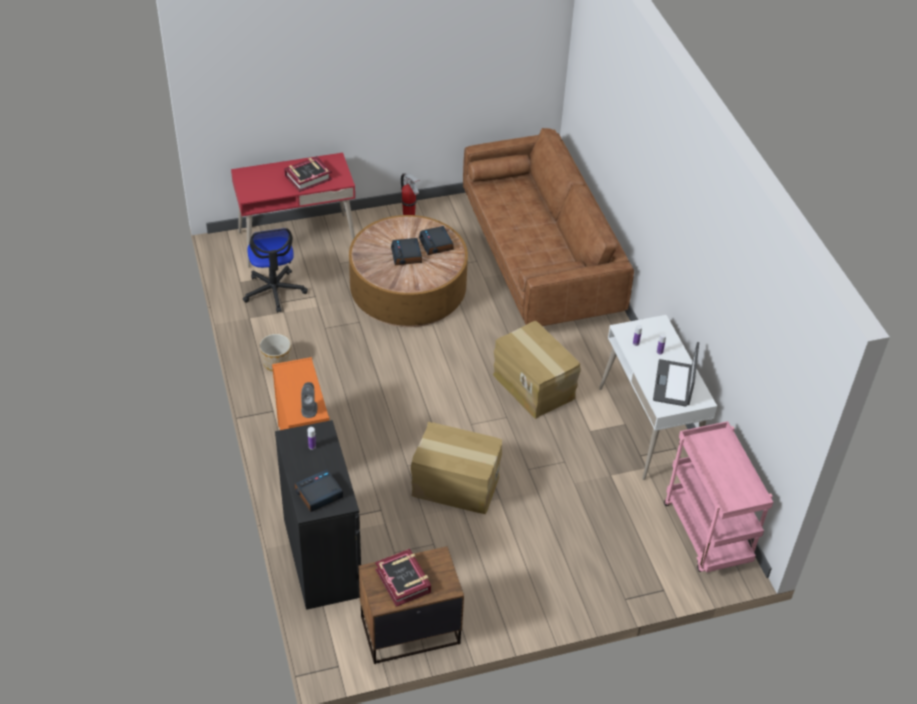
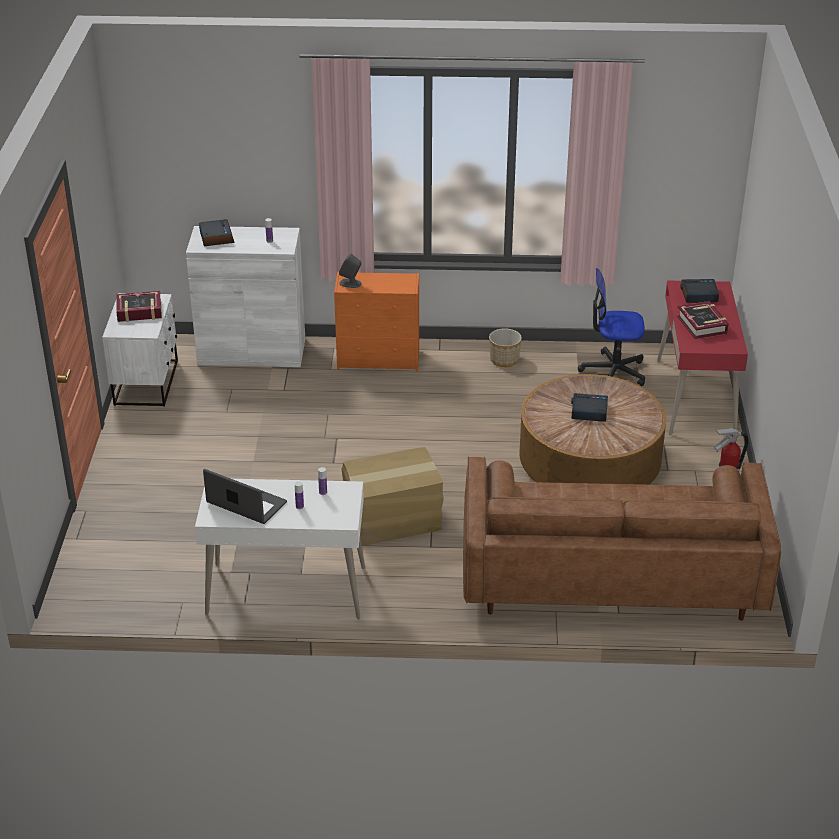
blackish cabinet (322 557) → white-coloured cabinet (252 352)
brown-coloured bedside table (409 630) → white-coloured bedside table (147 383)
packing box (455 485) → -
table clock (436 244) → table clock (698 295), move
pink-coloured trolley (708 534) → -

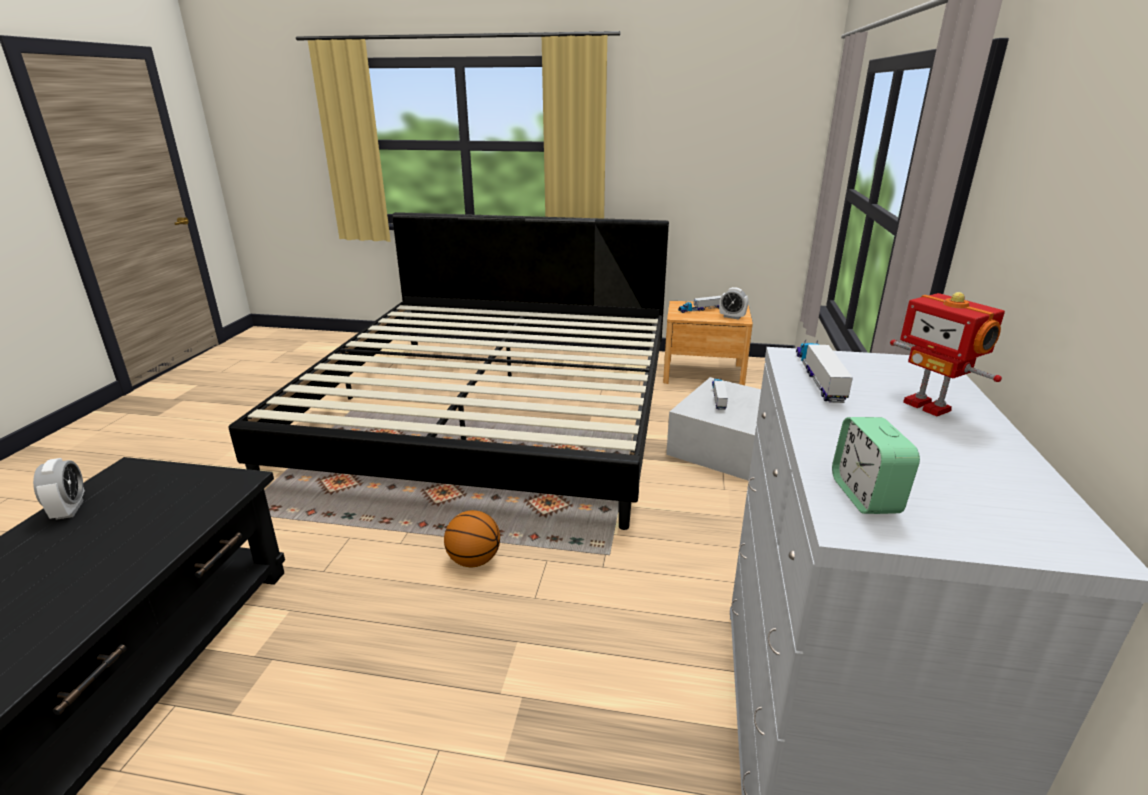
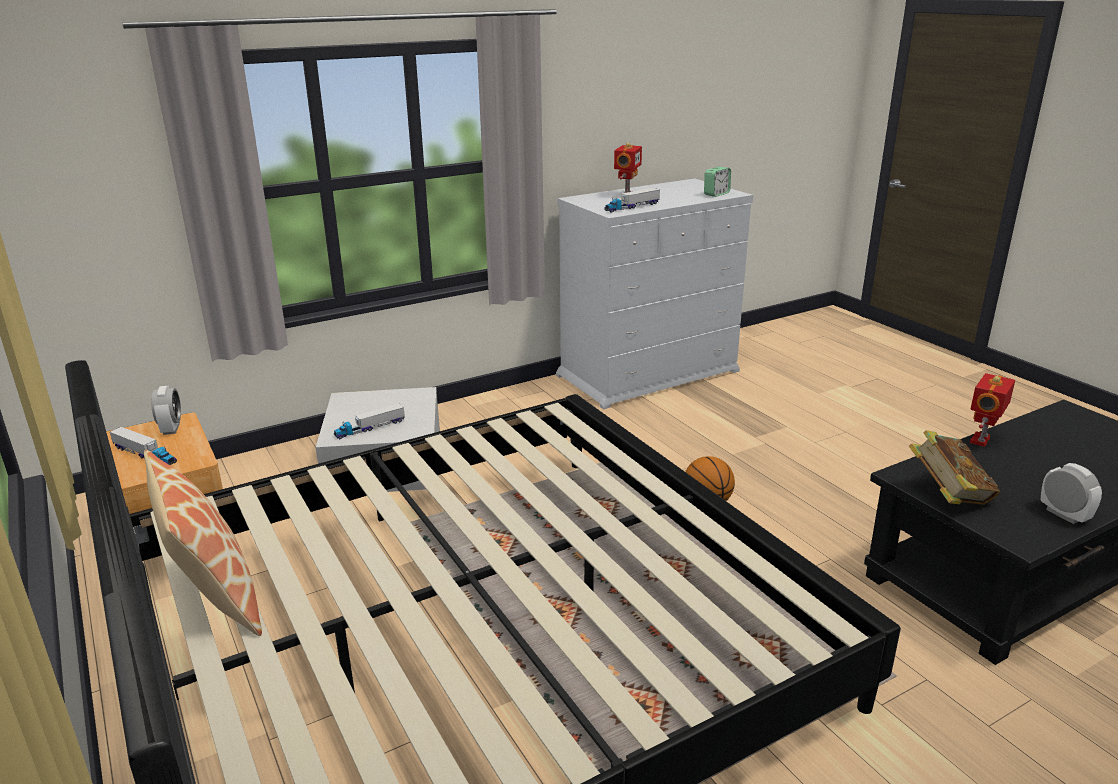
table clock (69 510) → table clock (1064 515), 120 degrees clockwise
- → cushion (214 598)
- → volume (948 495)
- → toy robot (981 440)

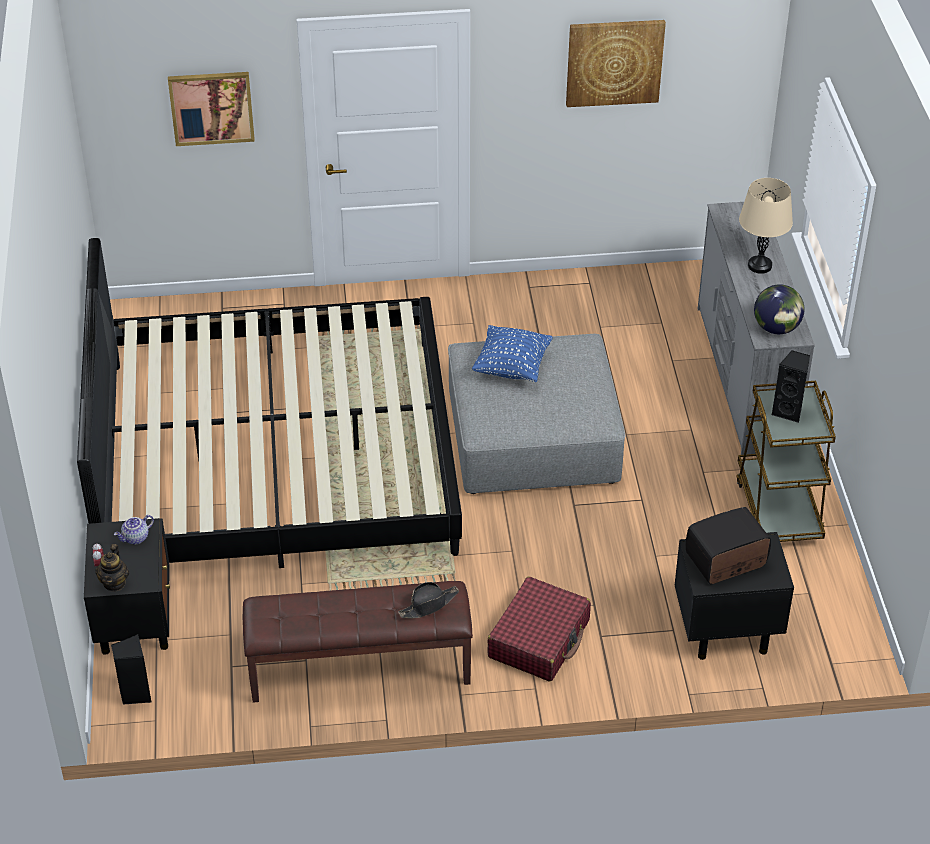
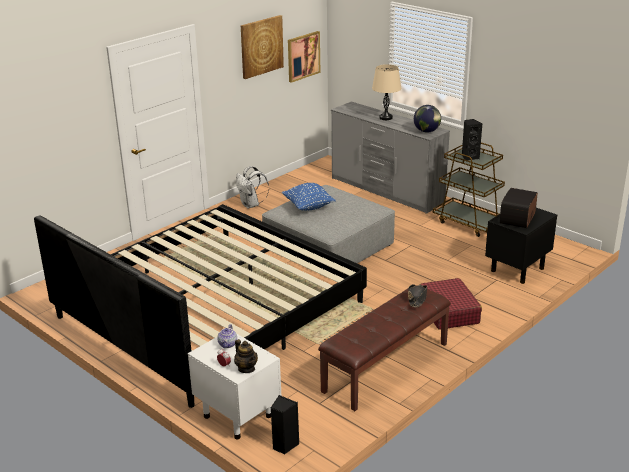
blackish bedside table (135 624) → white-coloured bedside table (237 416)
wall picture (211 107) → wall picture (303 56), move
- → white-coloured backpack (251 205)

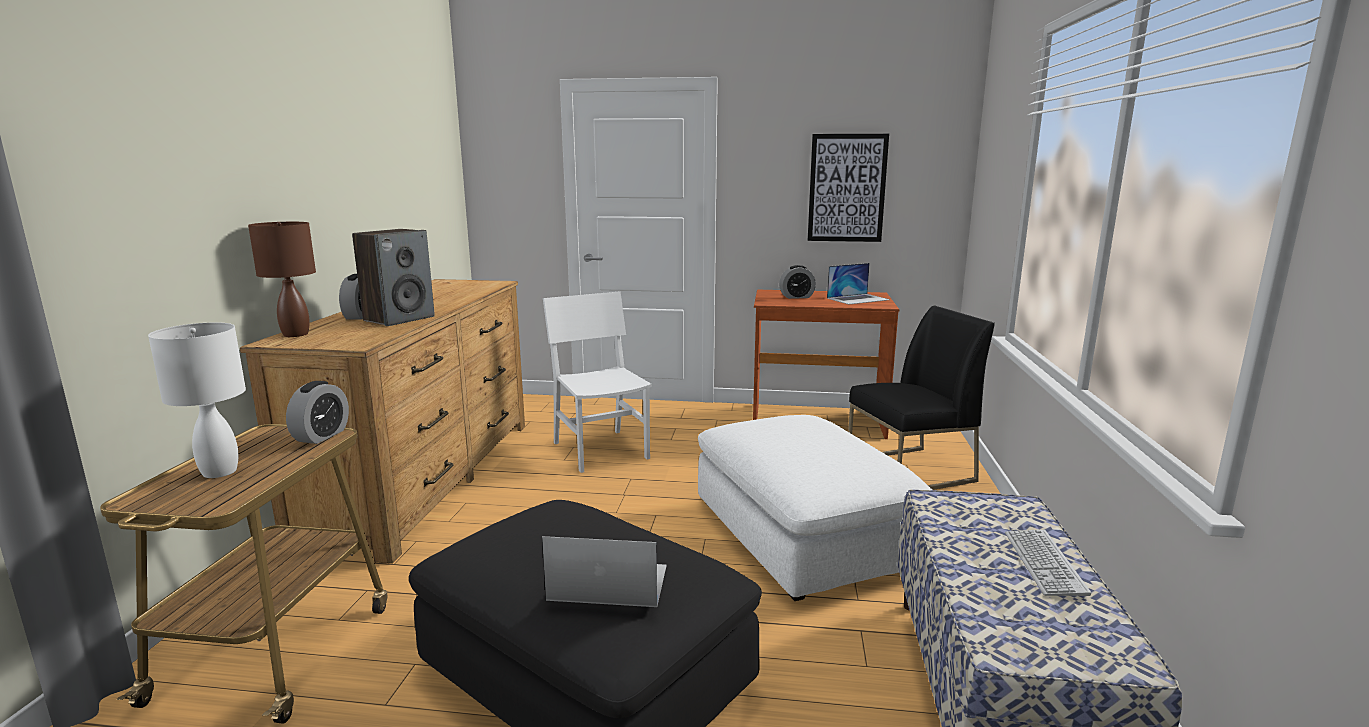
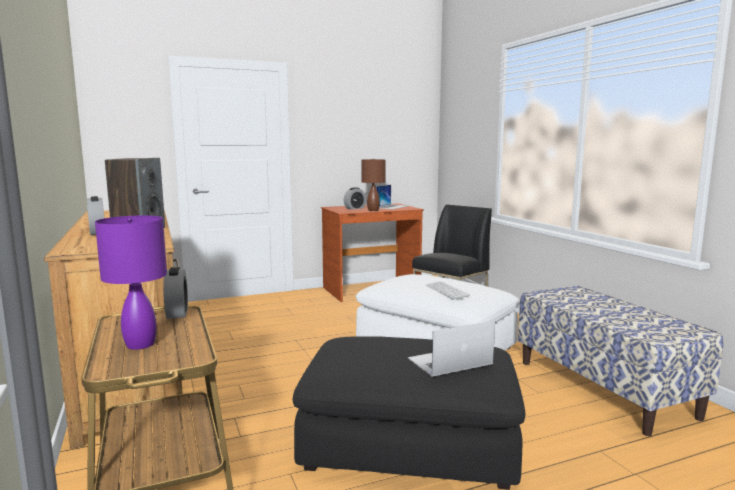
white-coloured table lamp (221 472) → purplish table lamp (141 344)
brown-coloured table lamp (296 334) → brown-coloured table lamp (373 210), move
white-coloured upright chair (601 450) → -
wall picture (847 188) → -
PC keyboard (1044 563) → PC keyboard (447 291), move

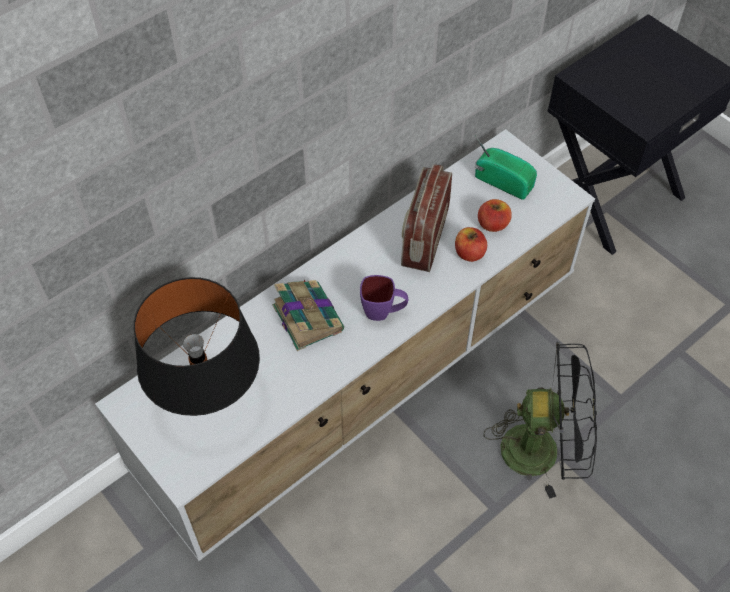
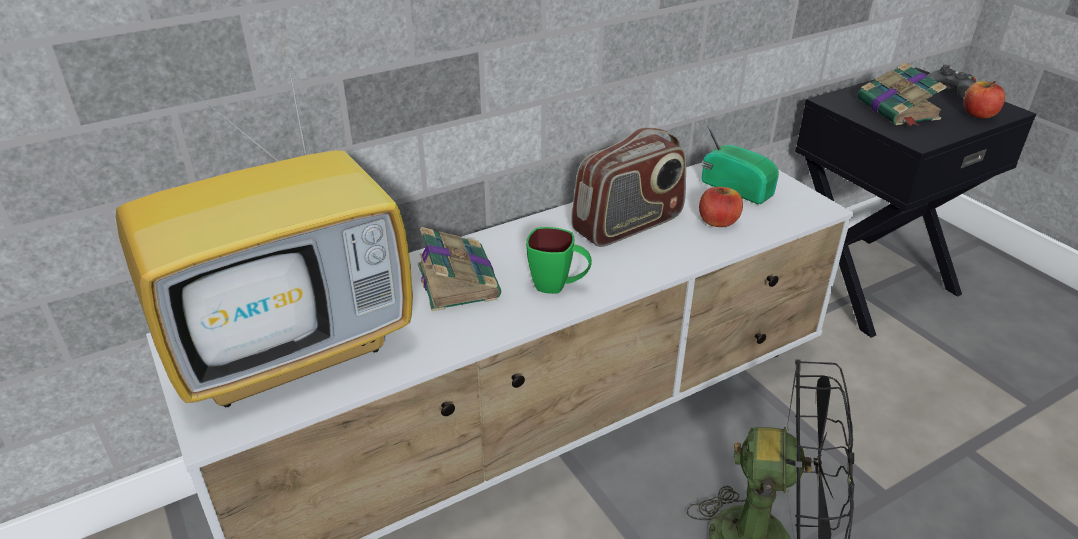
blackish table lamp (209 400) → TV (294 347)
purplish coffee mug (383 312) → green coffee mug (558 286)
radio set (424 237) → radio set (628 225), 150 degrees counterclockwise
whole apple (469 253) → whole apple (978 114), move
- → volume (898 110)
- → blackish joypad (948 90)

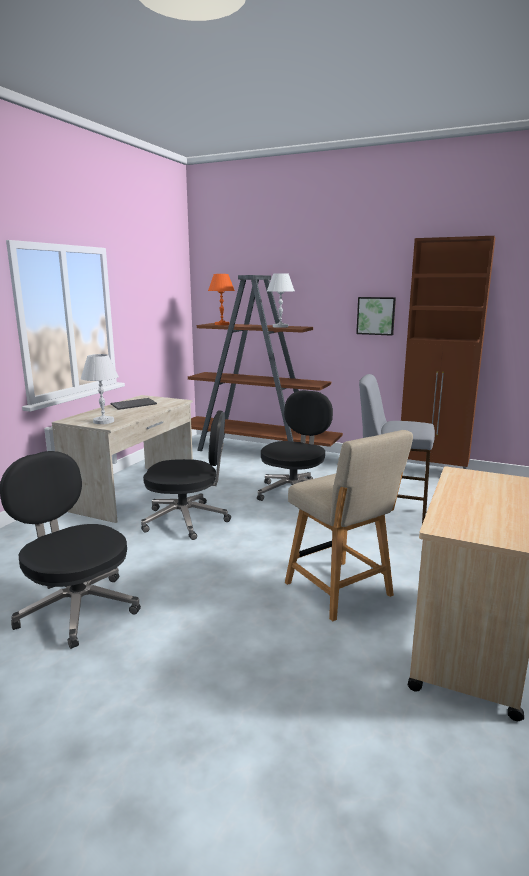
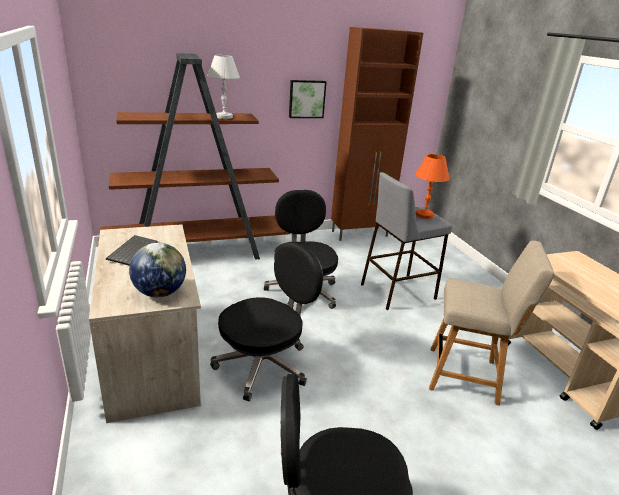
white-coloured table lamp (104 421) → globe (160 293)
orange-coloured table lamp (221 324) → orange-coloured table lamp (424 215), move

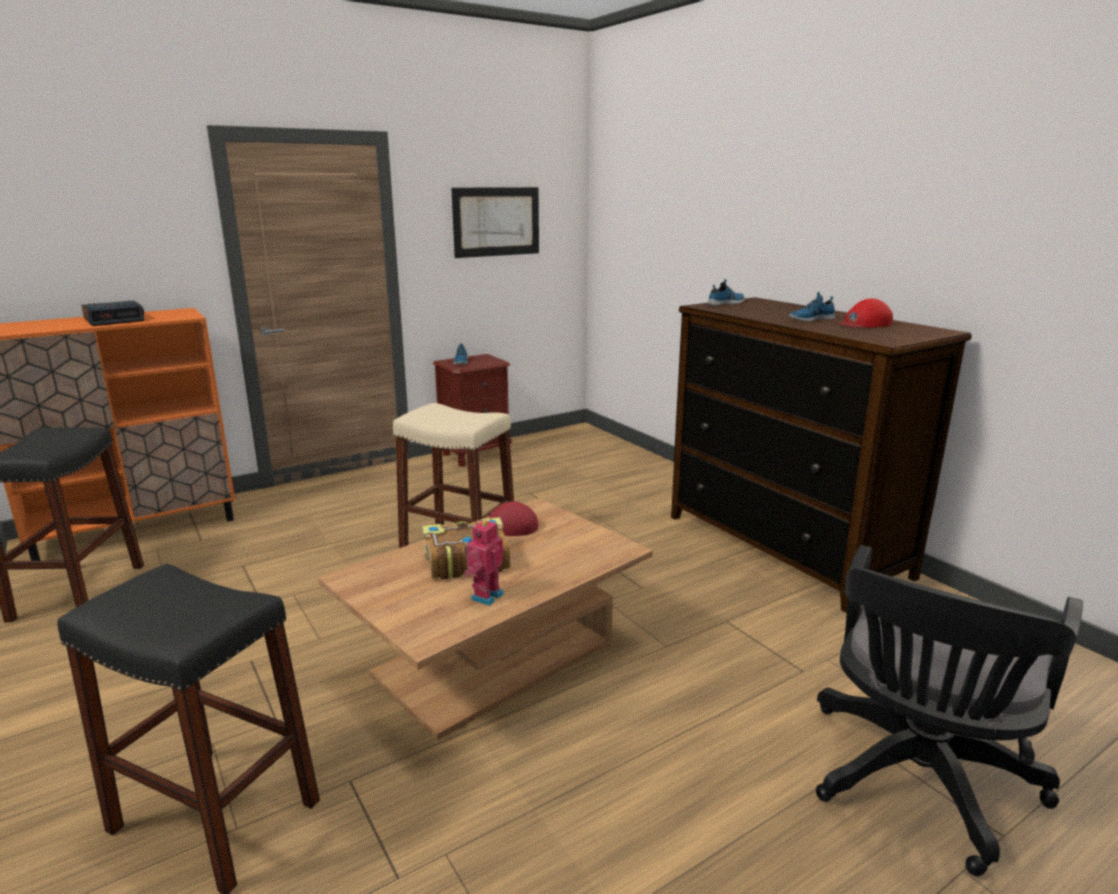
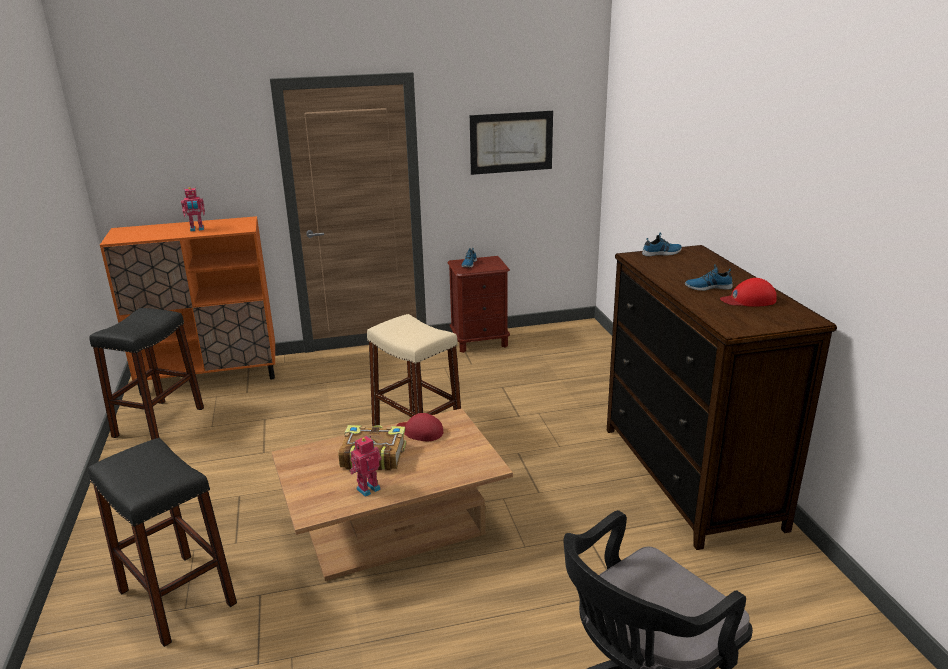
table clock (115 320) → toy robot (197 229)

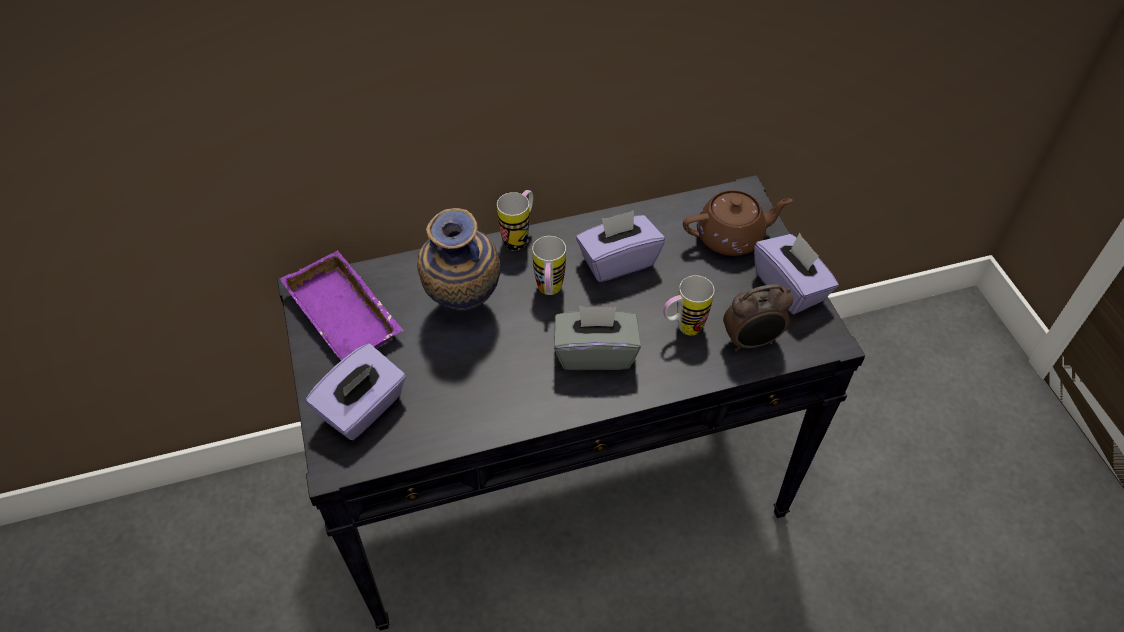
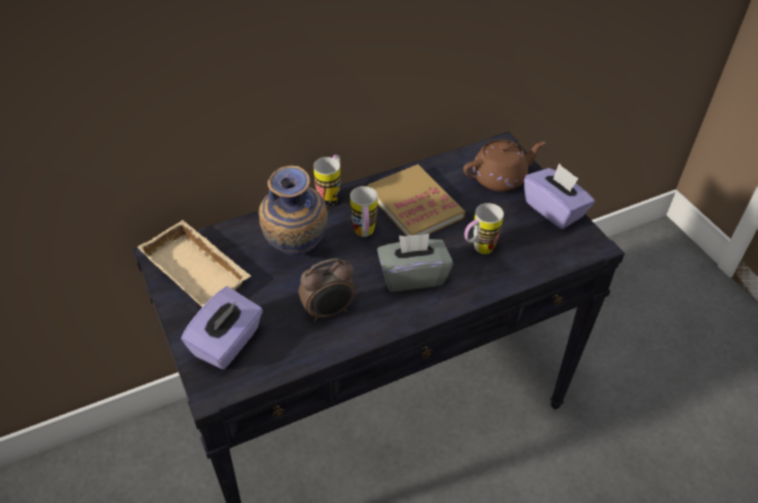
purplish serving tray (347 314) → beige-coloured serving tray (199 270)
purplish tissue holder (618 261) → volume (415 205)
table clock (752 342) → table clock (329 312), move

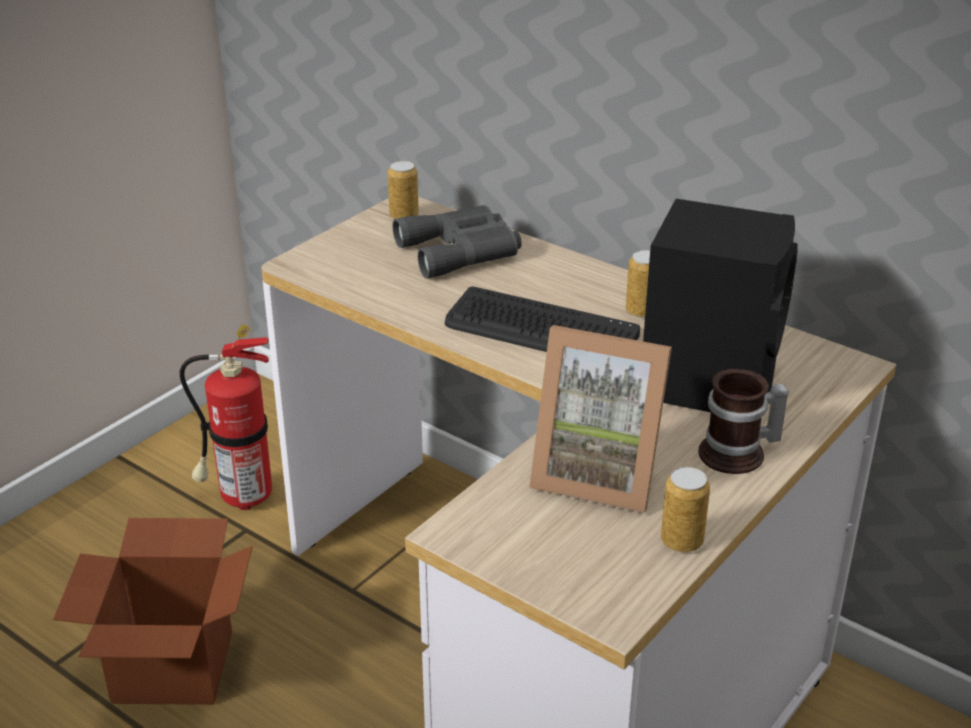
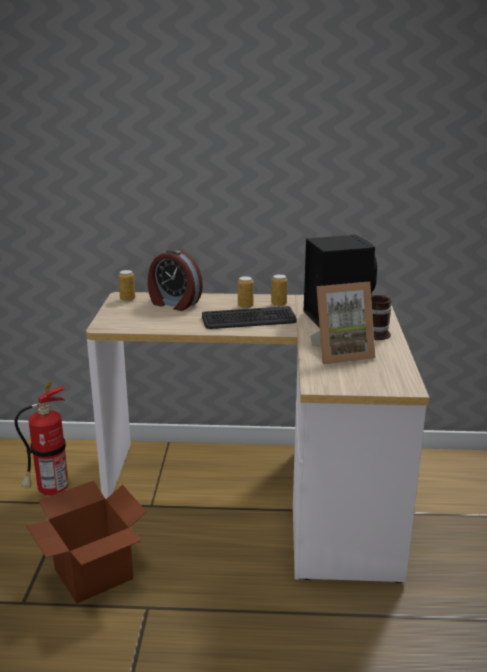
grey field glasses (462 250) → table clock (174 304)
sealed can (681 541) → sealed can (245 306), move

